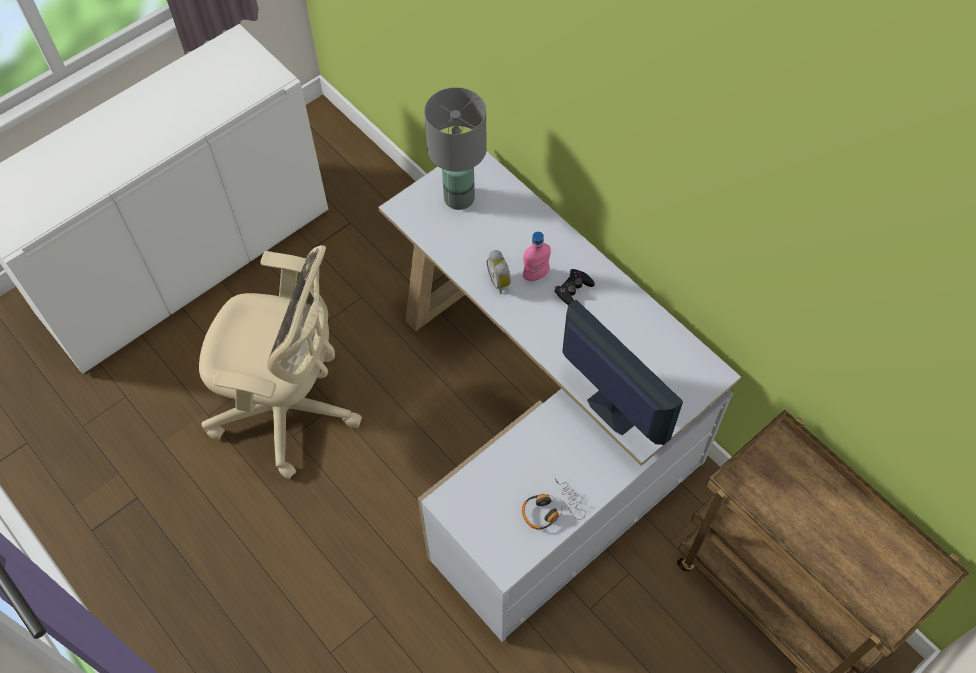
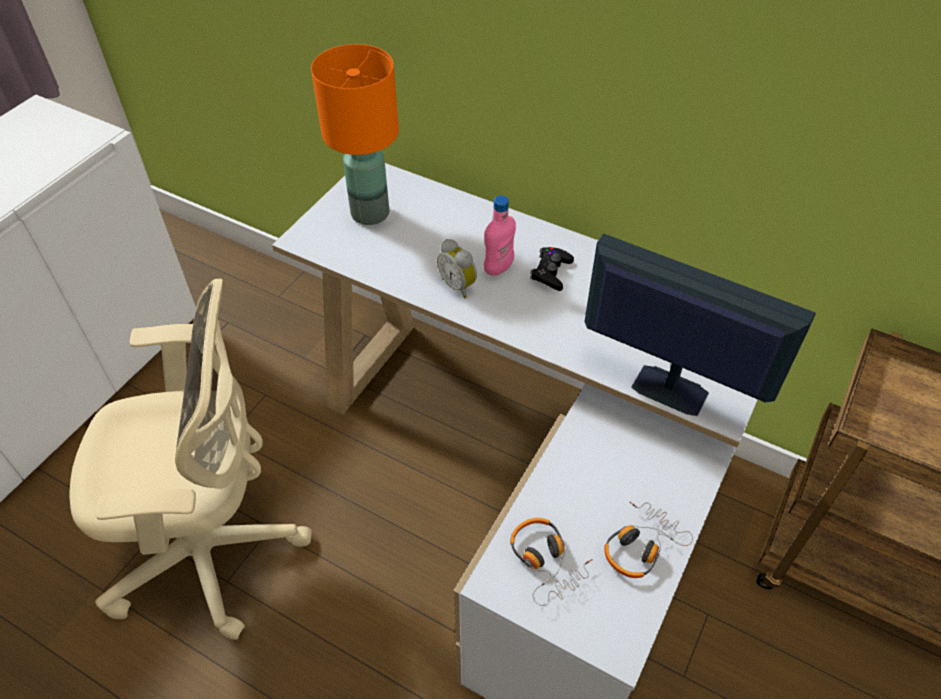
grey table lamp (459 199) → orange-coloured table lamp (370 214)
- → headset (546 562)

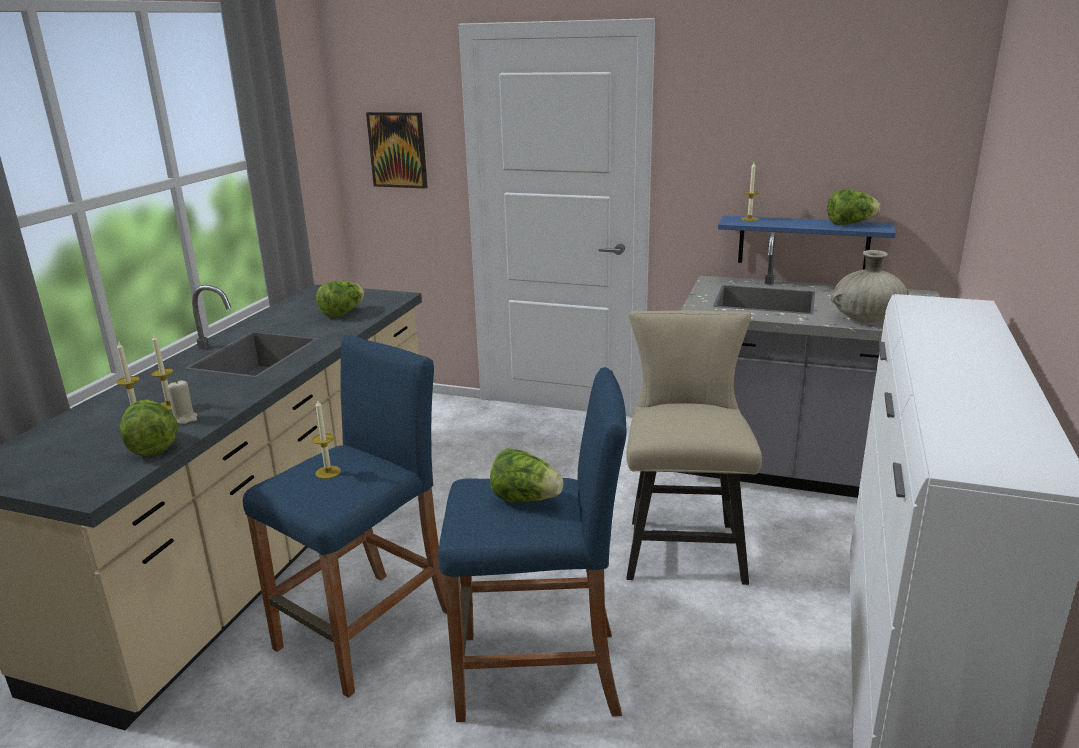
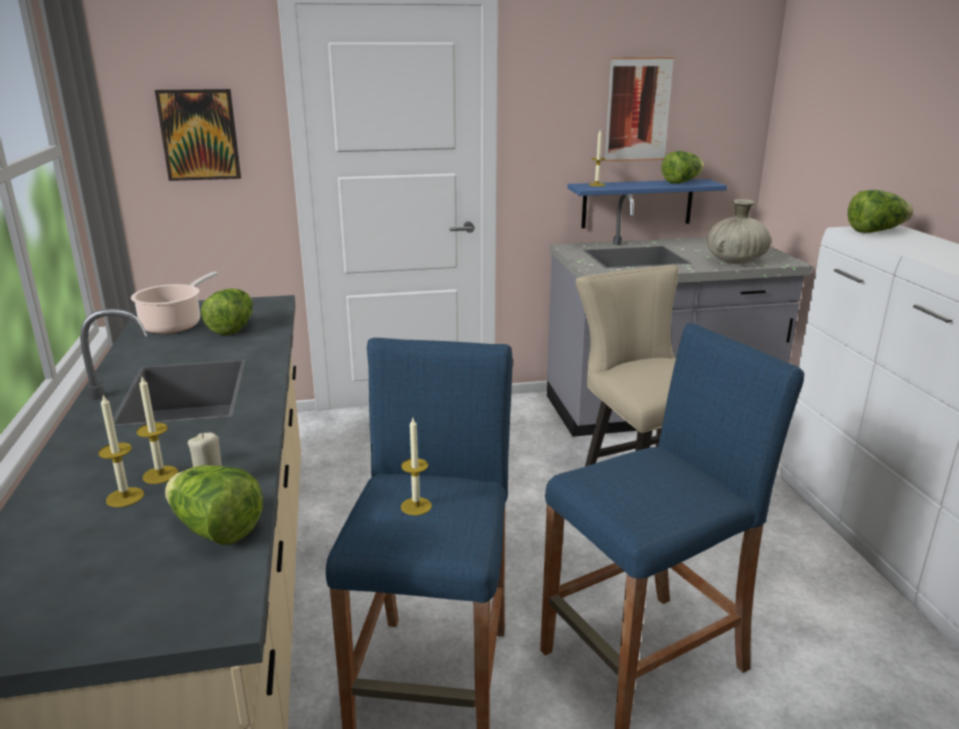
lettuce (525 499) → lettuce (875 231), move
- → saucepot (174 324)
- → wall picture (638 110)

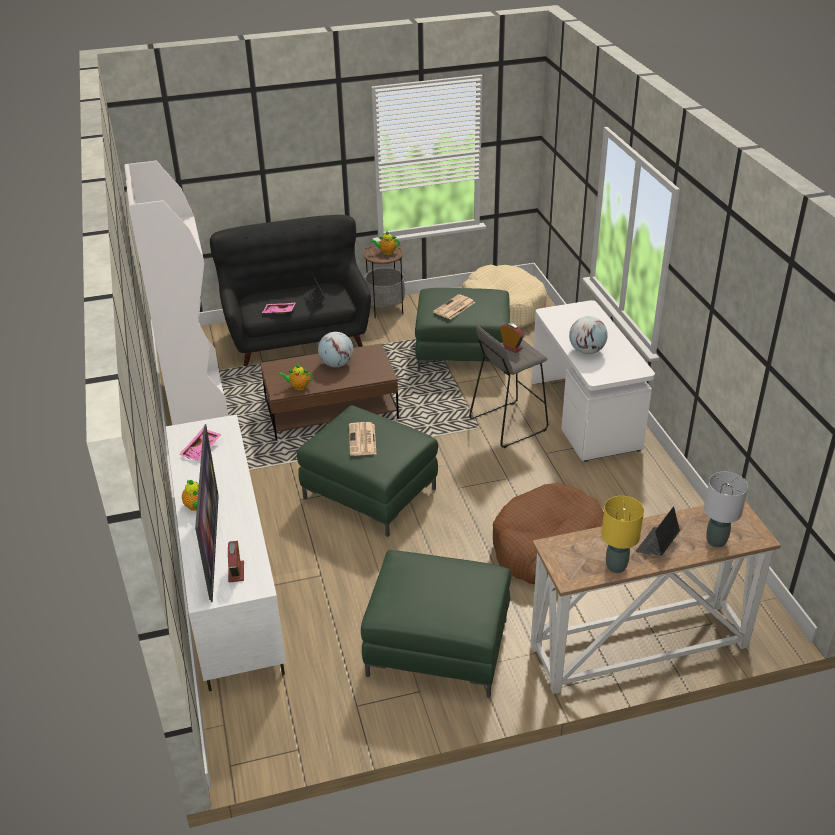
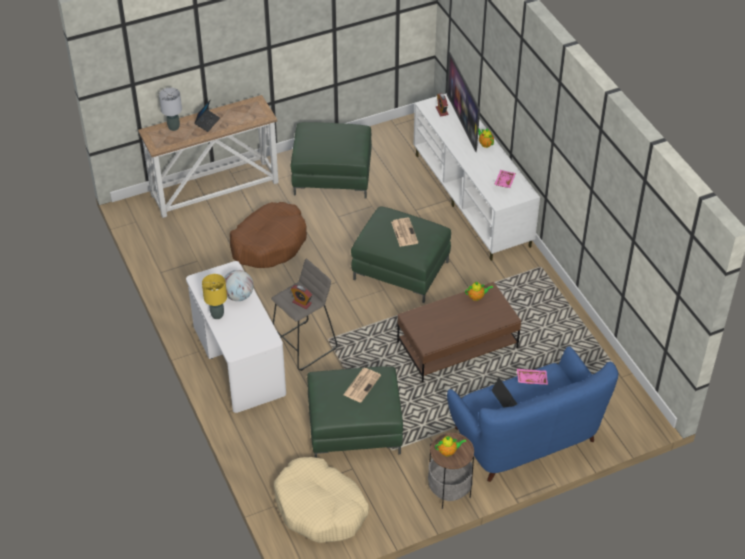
white-coloured bookshelf (196 401) → -
blackish couch (297 335) → blue couch (526 438)
globe (337 364) → -
yellowish table lamp (616 566) → yellowish table lamp (217 315), move

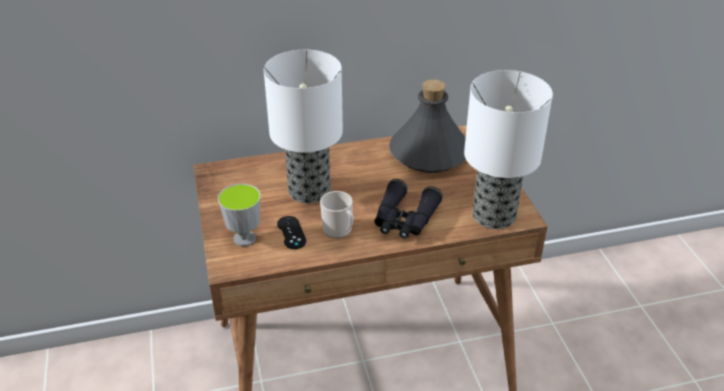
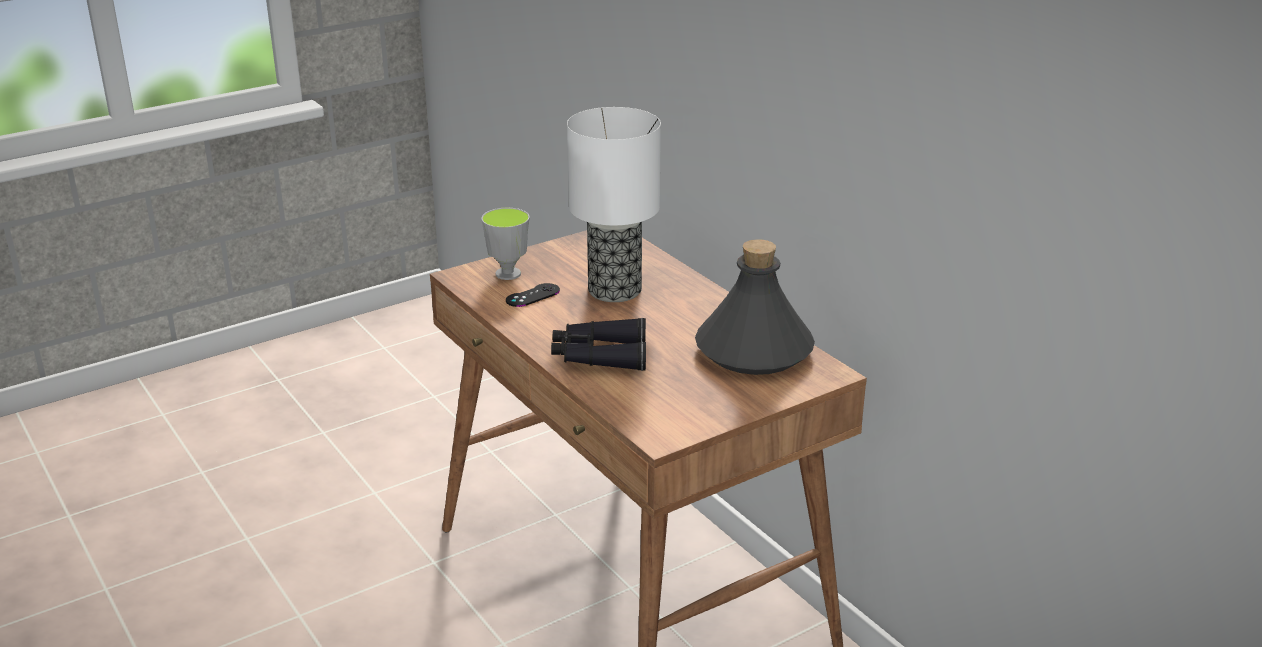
coffee mug (339 231) → -
table lamp (493 214) → -

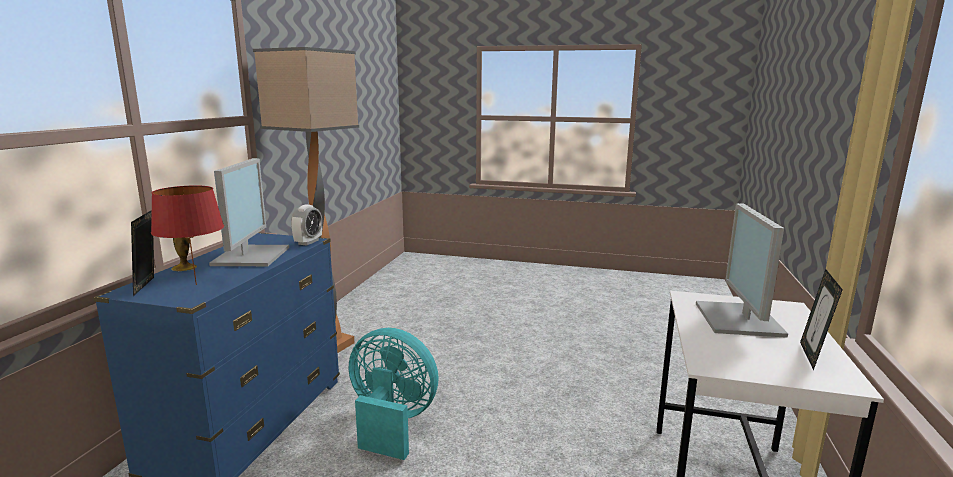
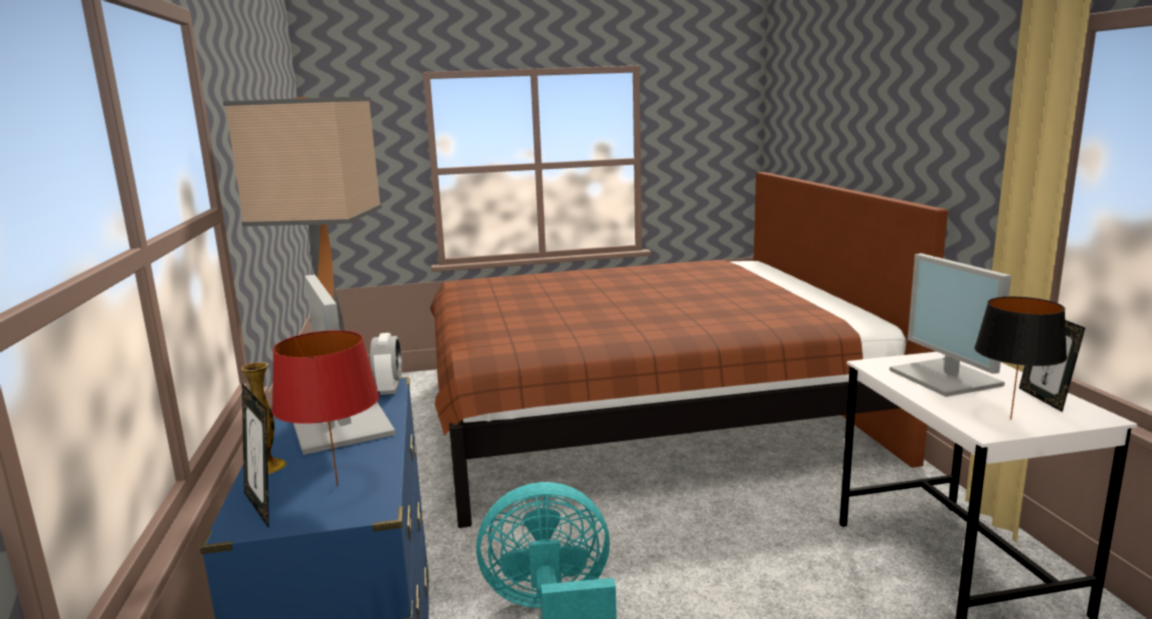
- → brown-coloured bedroom bed (643 414)
- → blackish table lamp (1011 419)

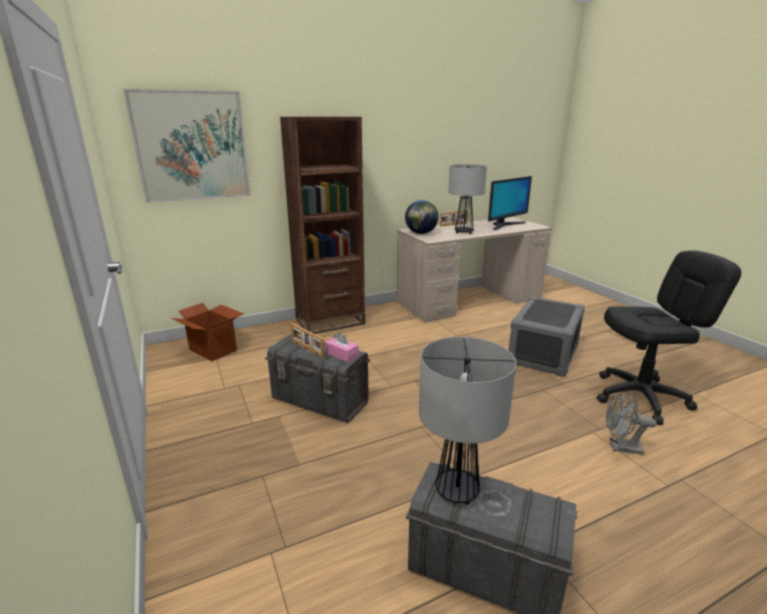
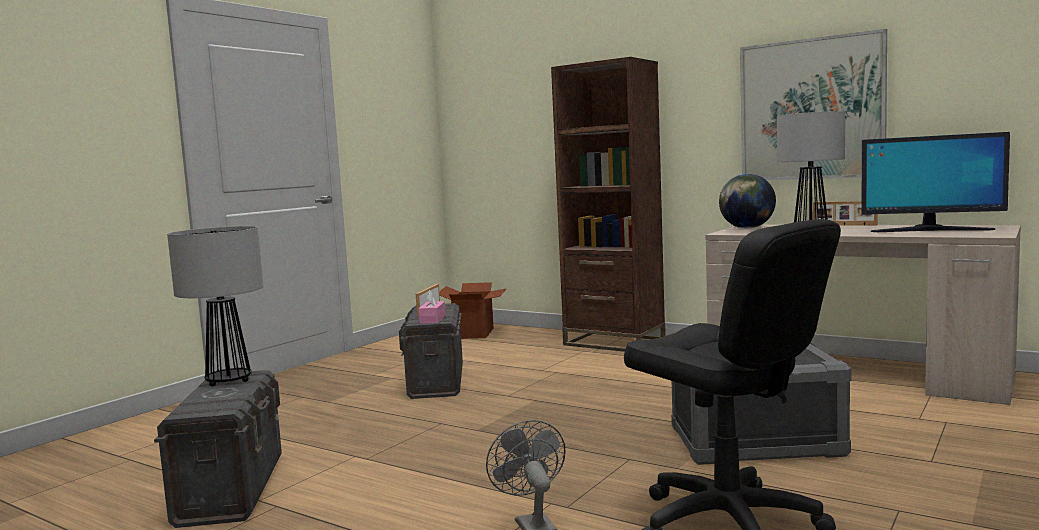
wall picture (192 146) → wall picture (811 109), move

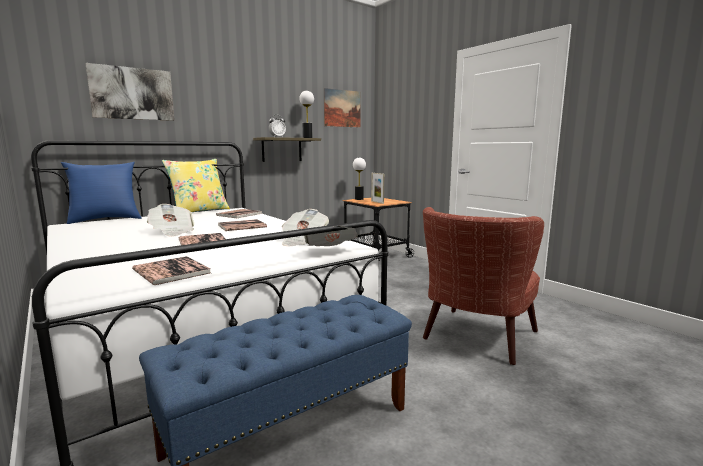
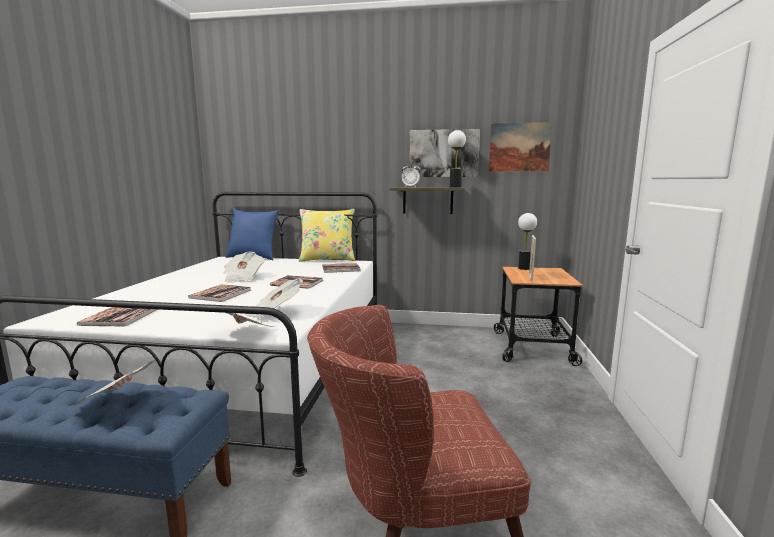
wall picture (132 93) → wall picture (443 153), move
- → daily paper (116 403)

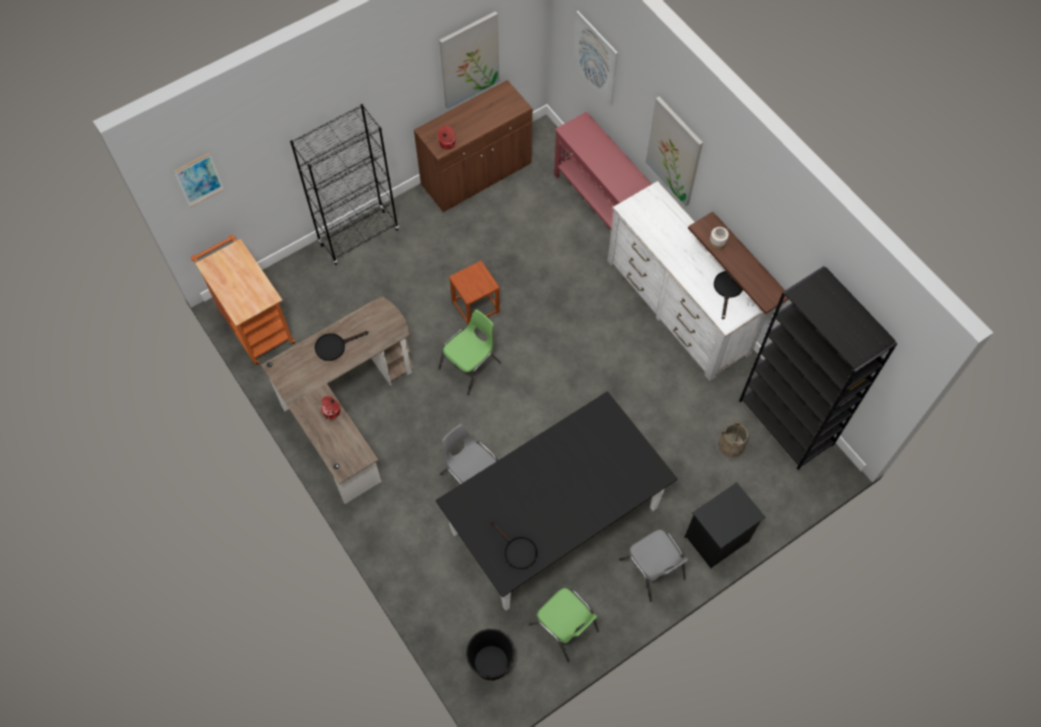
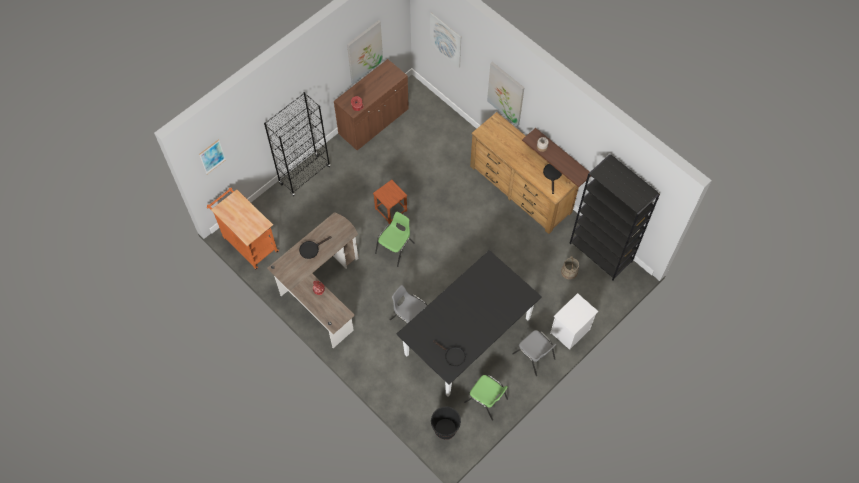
red-coloured console table (598 201) → -
white-coloured dresser (677 306) → brown-coloured dresser (520 189)
blackish bedside table (717 540) → white-coloured bedside table (570 332)

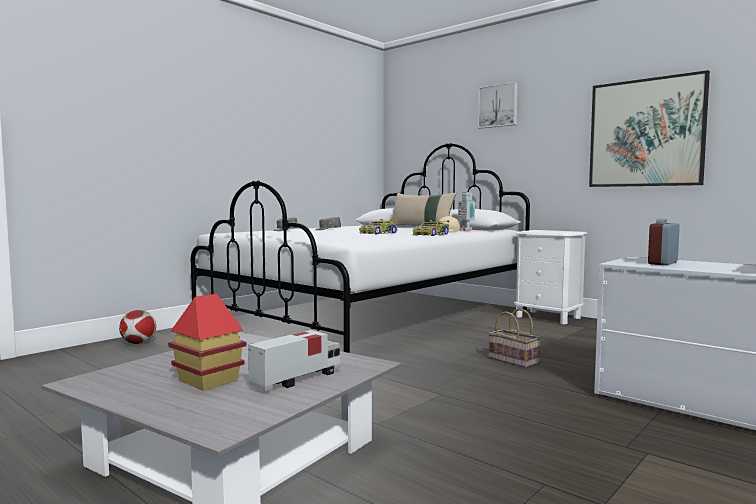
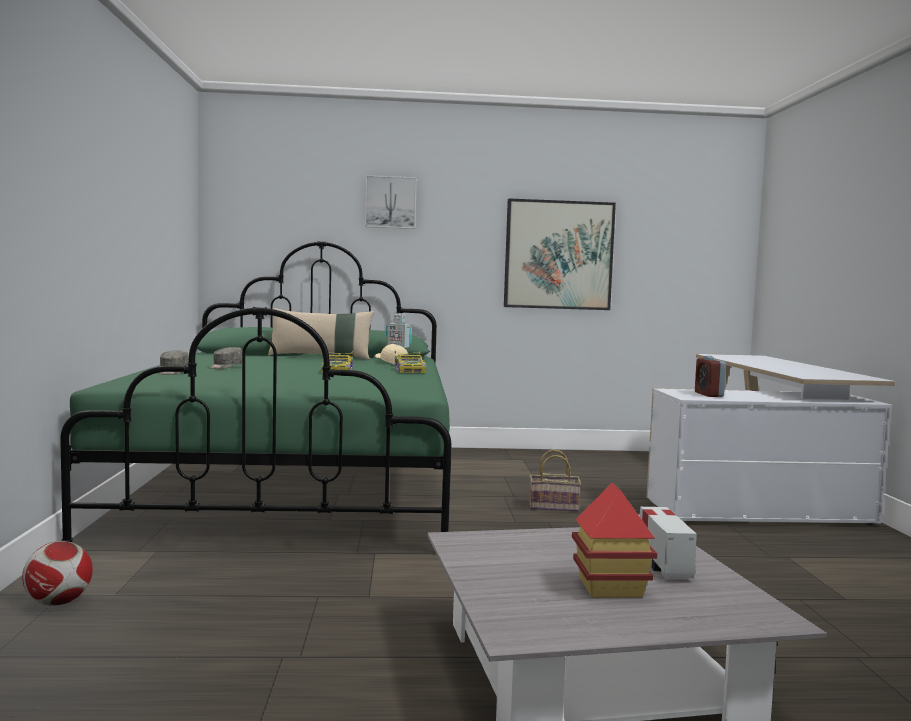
white-coloured bedroom bed (371 317) → green bedroom bed (297 486)
white-coloured bedside table (548 317) → -

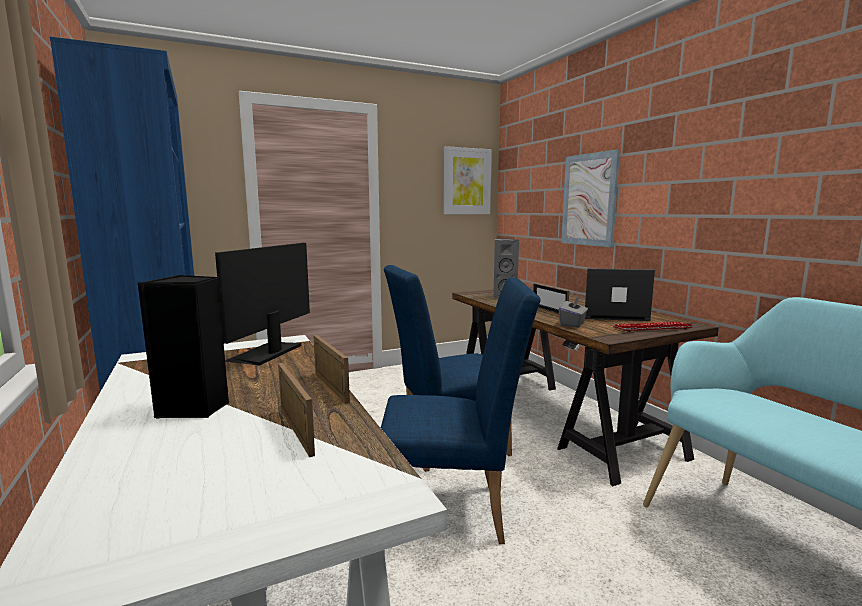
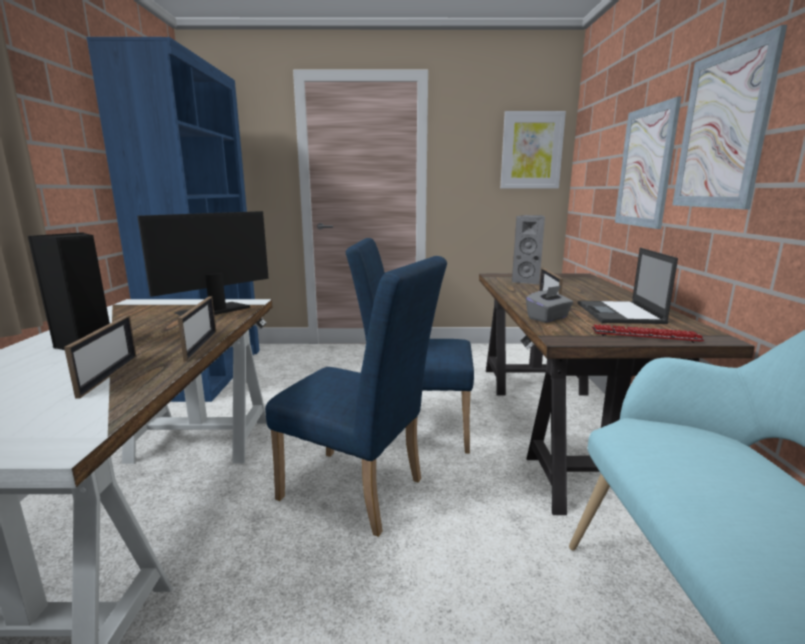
portable computer (610 314) → portable computer (620 313), 120 degrees counterclockwise
- → wall picture (722 130)

